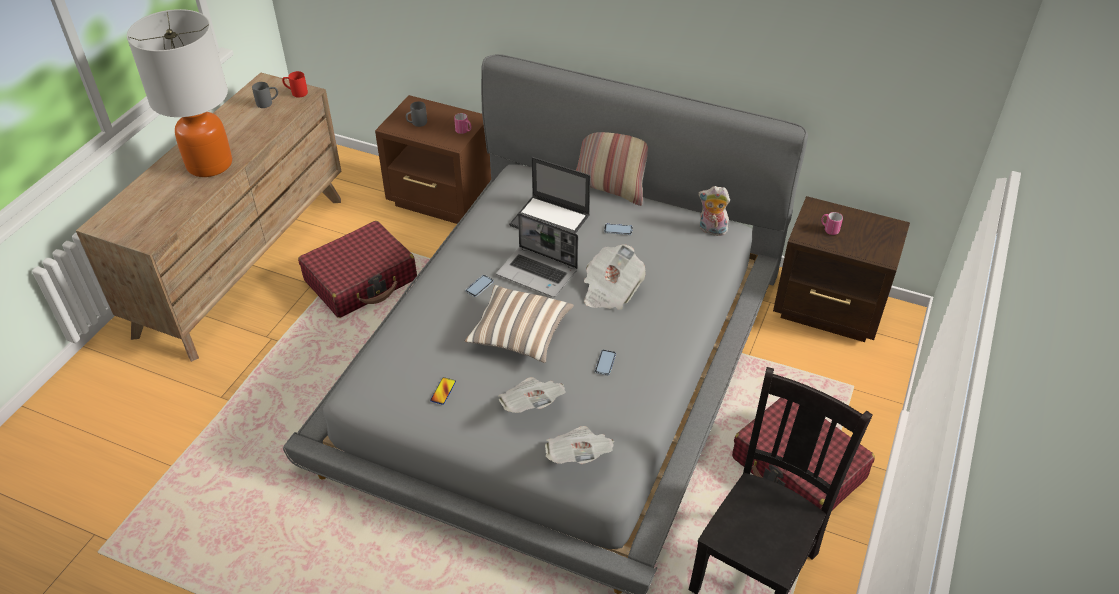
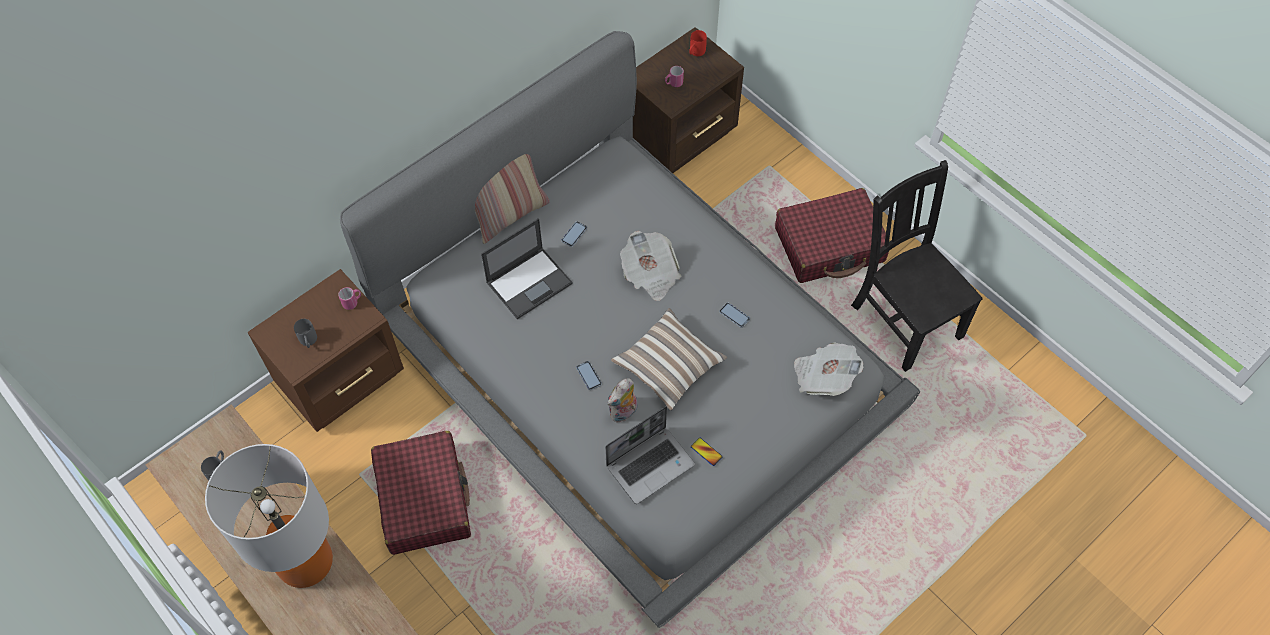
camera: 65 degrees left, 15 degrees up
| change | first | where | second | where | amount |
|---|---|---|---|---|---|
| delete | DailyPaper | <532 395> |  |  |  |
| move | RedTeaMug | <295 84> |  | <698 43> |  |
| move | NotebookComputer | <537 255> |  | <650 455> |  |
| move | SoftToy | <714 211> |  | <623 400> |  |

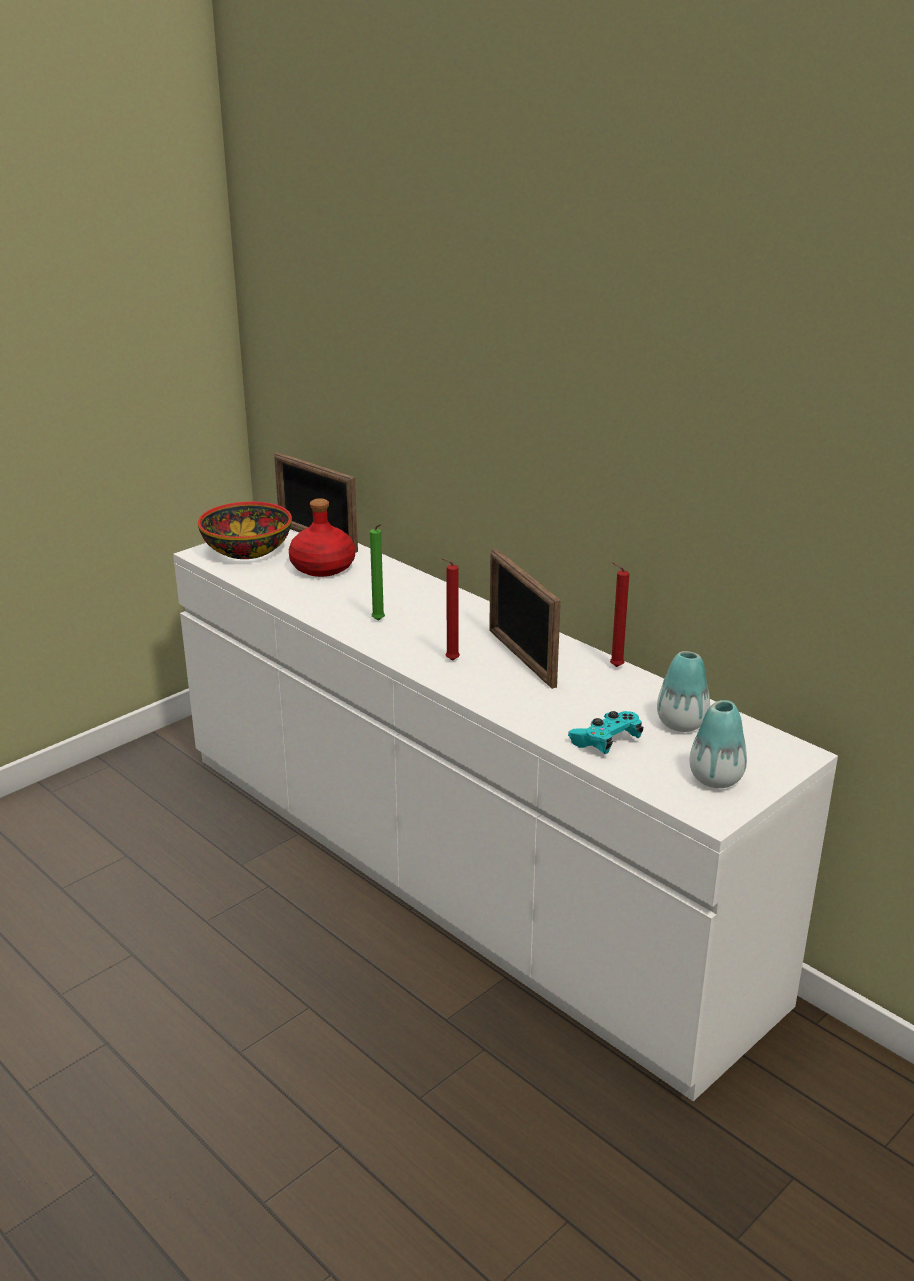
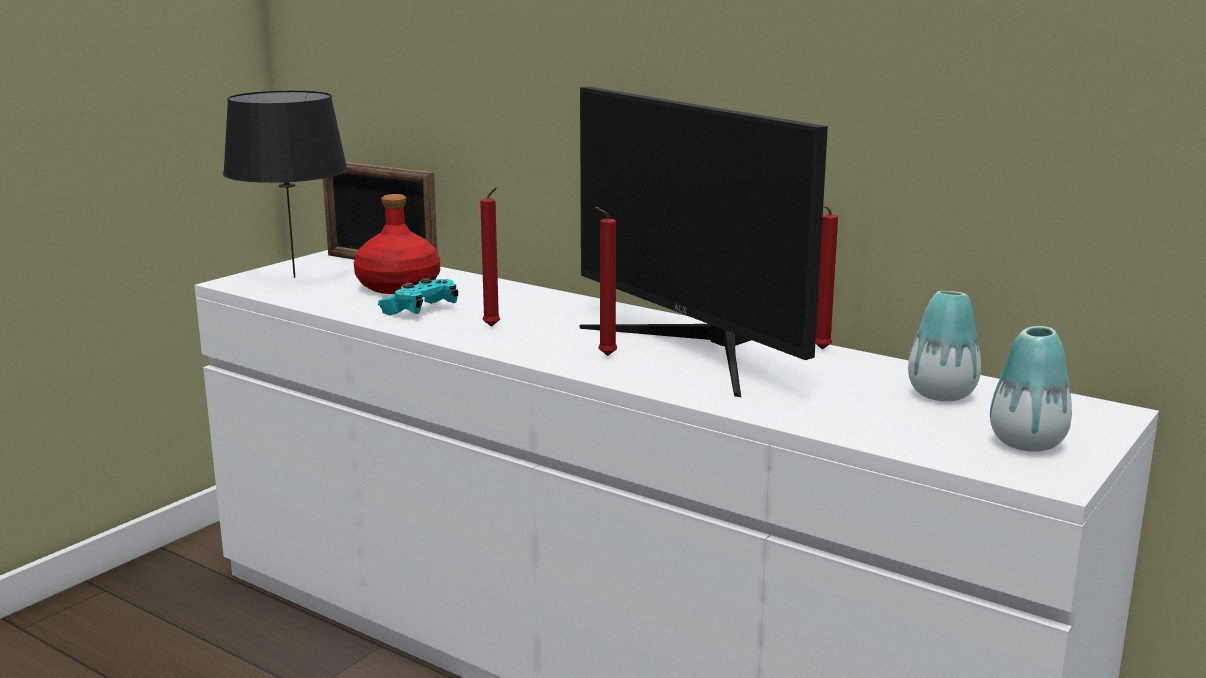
camera: 10 degrees left, 10 degrees down
| change | first | where | second | where | amount |
|---|---|---|---|---|---|
| move | BlueGreenGamepad | <605 732> |  | <418 297> |  |
| replace | ServingBowl | <245 530> | BlackishLampForATable | <285 184> |  |
| replace | PhotoFrame | <525 618> | ComputerScreen | <703 242> |  |
| recolor | GreenColouredWaxCandle | <377 572> | RedWaxCandle | <490 257> |  |

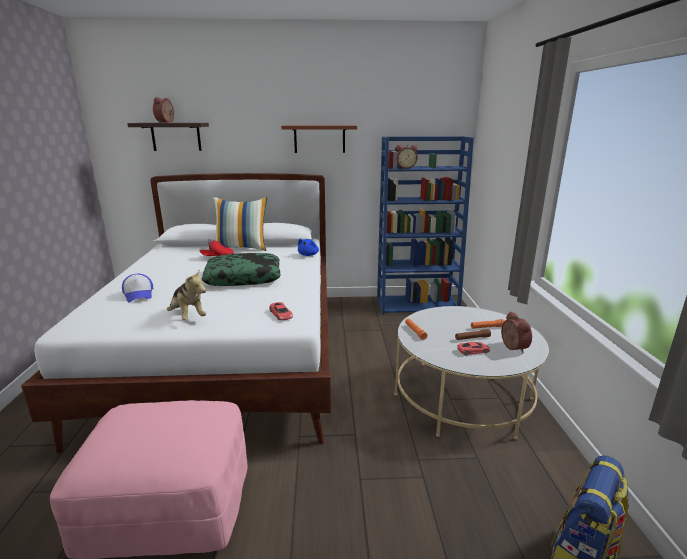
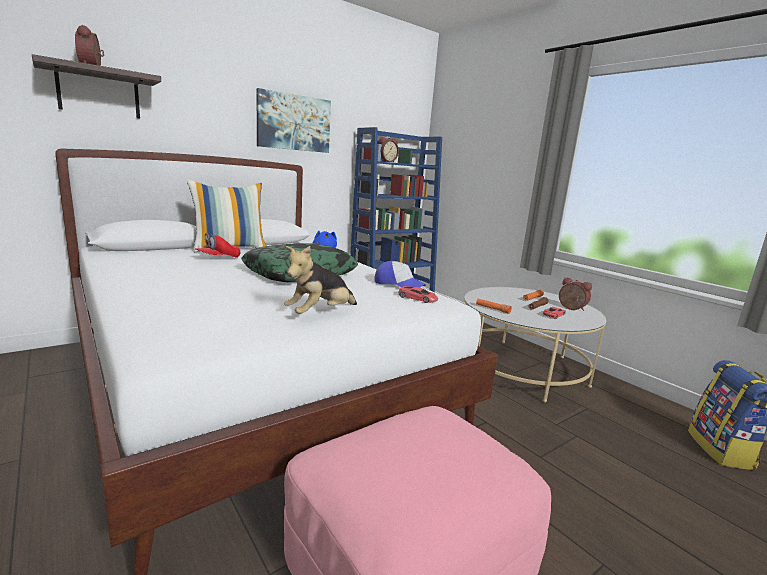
camera: 35 degrees left, 5 degrees down
| change | first | where | second | where | amount |
|---|---|---|---|---|---|
| move | Cap | <137 288> |  | <400 274> |  |
| replace | BrownShelf | <319 139> | WallArt | <294 120> |  |
| rotate | SoftToy | <186 294> |  | <320 280> | 120 degrees clockwise |

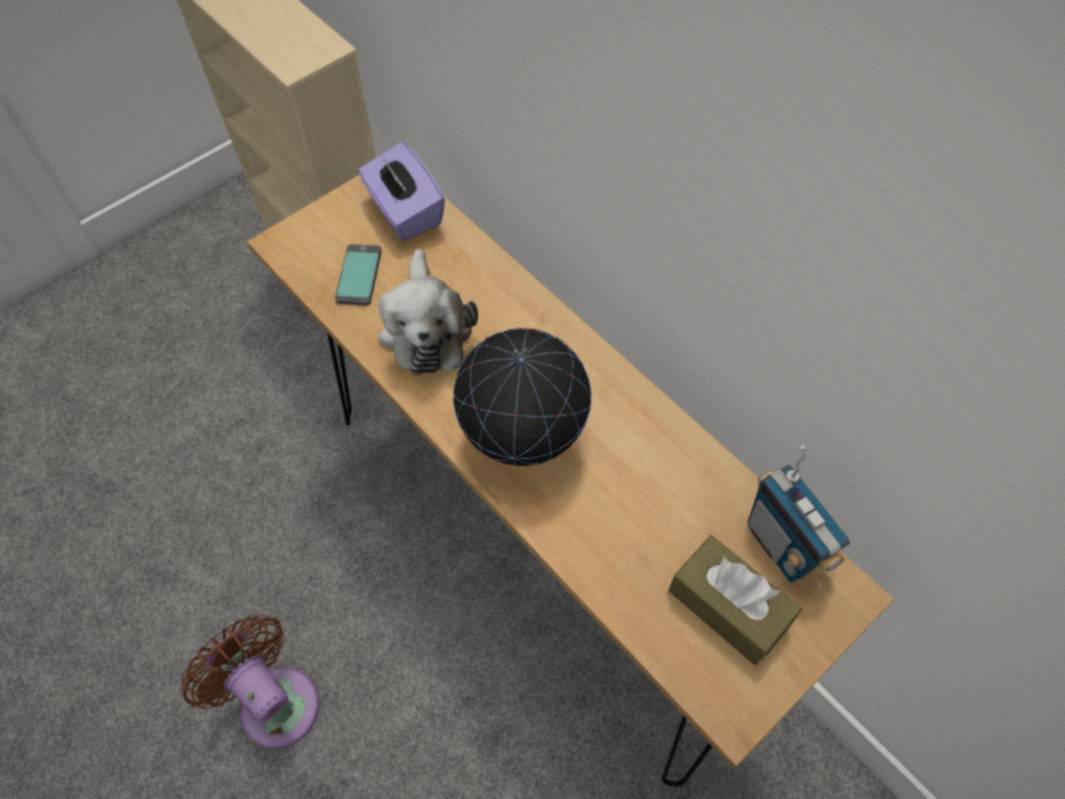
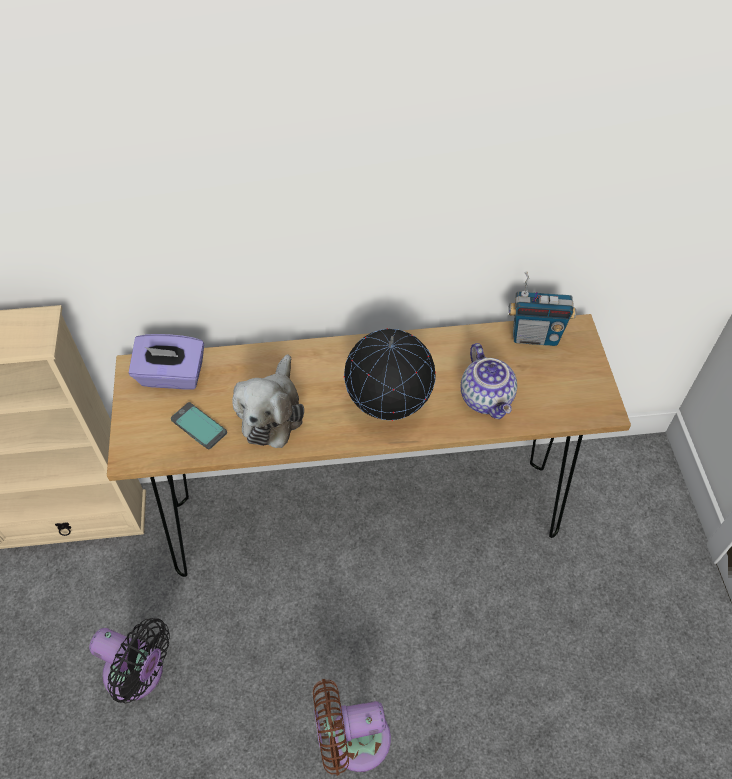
camera: 55 degrees left, 5 degrees down
| change | first | where | second | where | amount |
|---|---|---|---|---|---|
| delete | BrownTissueBox | <735 600> |  |  |  |
| insert |  |  | BlackishElectricFan | <129 660> |  |
| insert |  |  | TeaPot | <489 381> |  |
| rotate | SoftToy | <428 312> |  | <268 401> | 75 degrees clockwise |

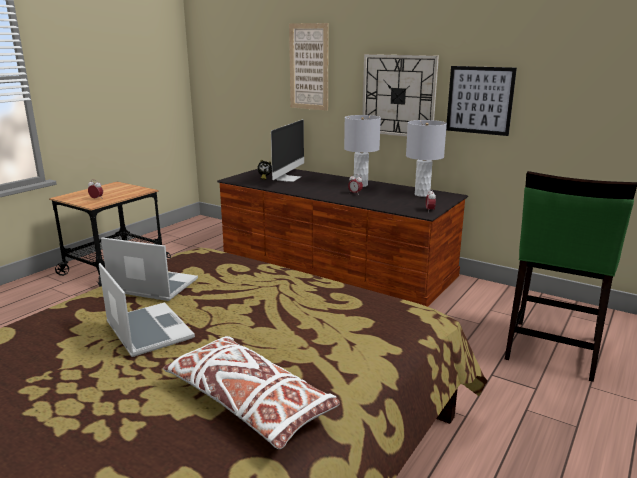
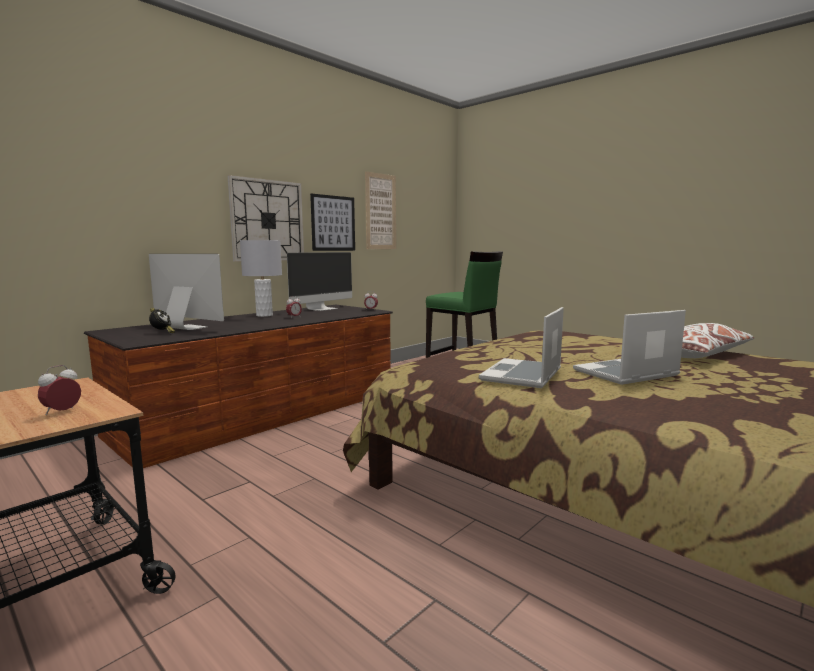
camera: 80 degrees left, 10 degrees down
| change | first | where | second | where | amount |
|---|---|---|---|---|---|
| move | WallArt | <309 67> |  | <380 210> |  |
| replace | GreyLampForATable | <426 158> | ComputerScreen | <319 281> |  |

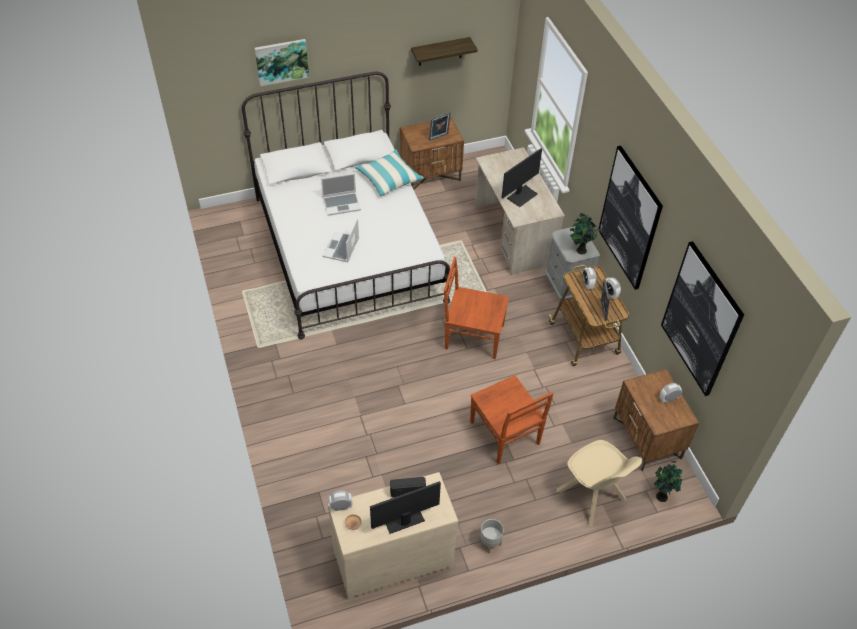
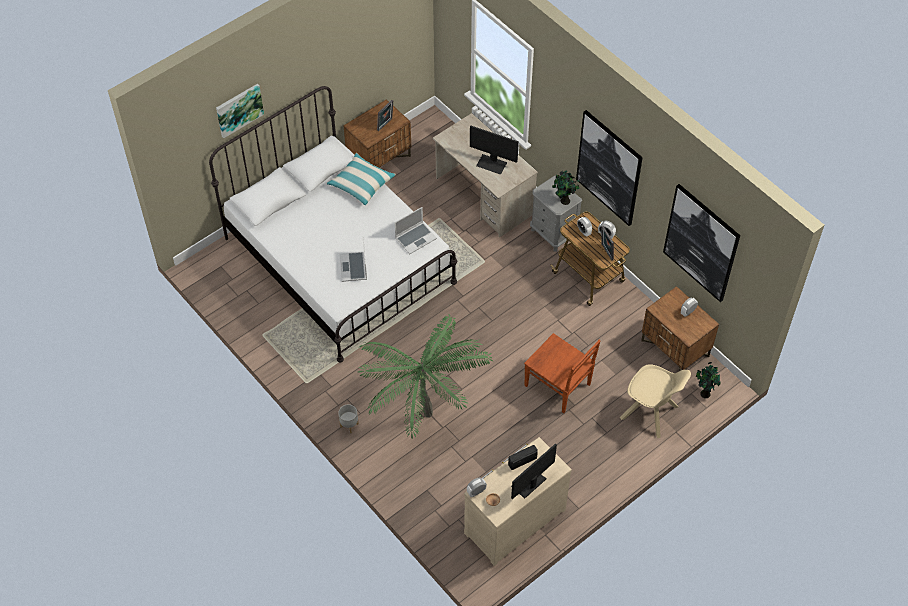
camera: 20 degrees left, 5 degrees up
| change | first | where | second | where | amount |
|---|---|---|---|---|---|
| delete | Shelf | <444 51> |  |  |  |
| delete | BrownPlainChair | <476 308> |  |  |  |
| insert |  |  | PlantInAPot | <425 376> |  |
| move | NotebookComputer | <341 194> |  | <416 230> |  |
| move | GreyPlantPot | <491 536> |  | <348 419> |  |
| rotate | ComputerScreen | <521 177> |  | <494 150> | 90 degrees clockwise |

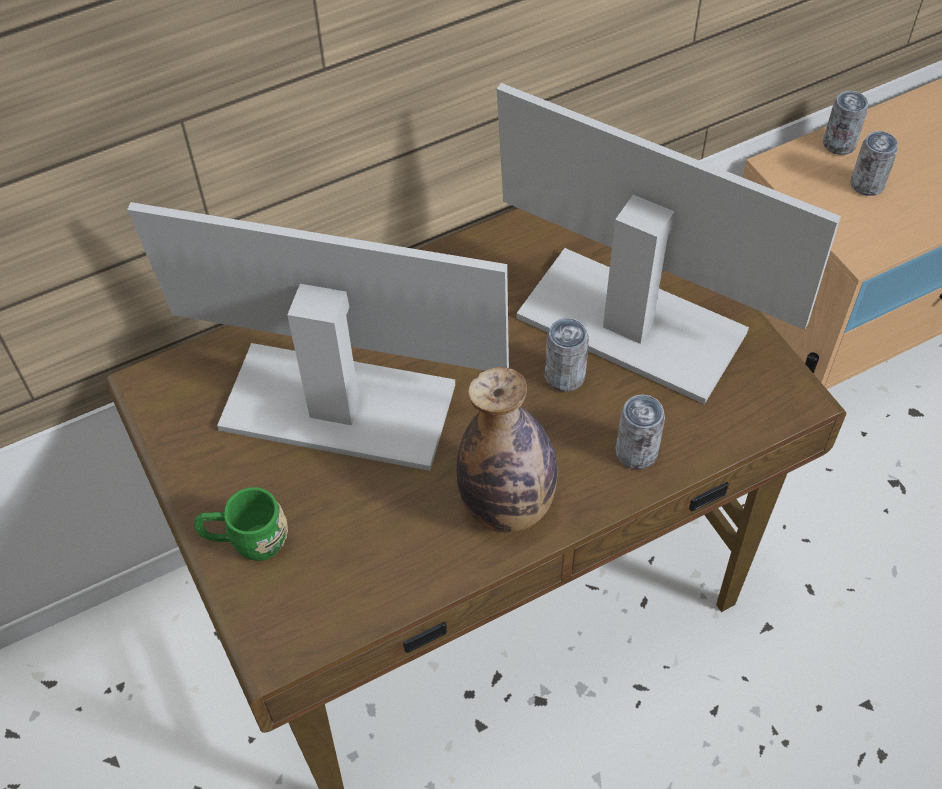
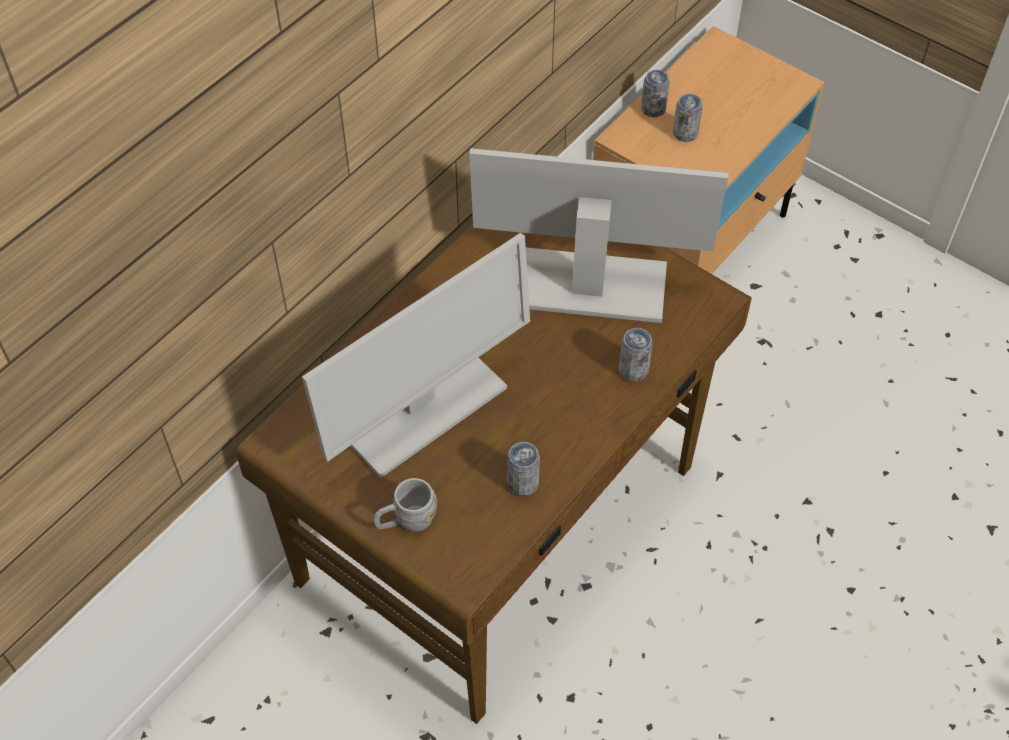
camera: 25 degrees left, 0 degrees up
| change | first | where | second | where | amount |
|---|---|---|---|---|---|
| delete | DrinkBottle | <507 450> |  |  |  |
| move | SealedCan | <566 355> |  | <523 469> |  |
| recolor | GreenColouredTeaMug | <241 524> | GreyTeaMug | <405 505> |  |
| rotate | ComputerScreen | <318 336> |  | <416 355> | 150 degrees clockwise |

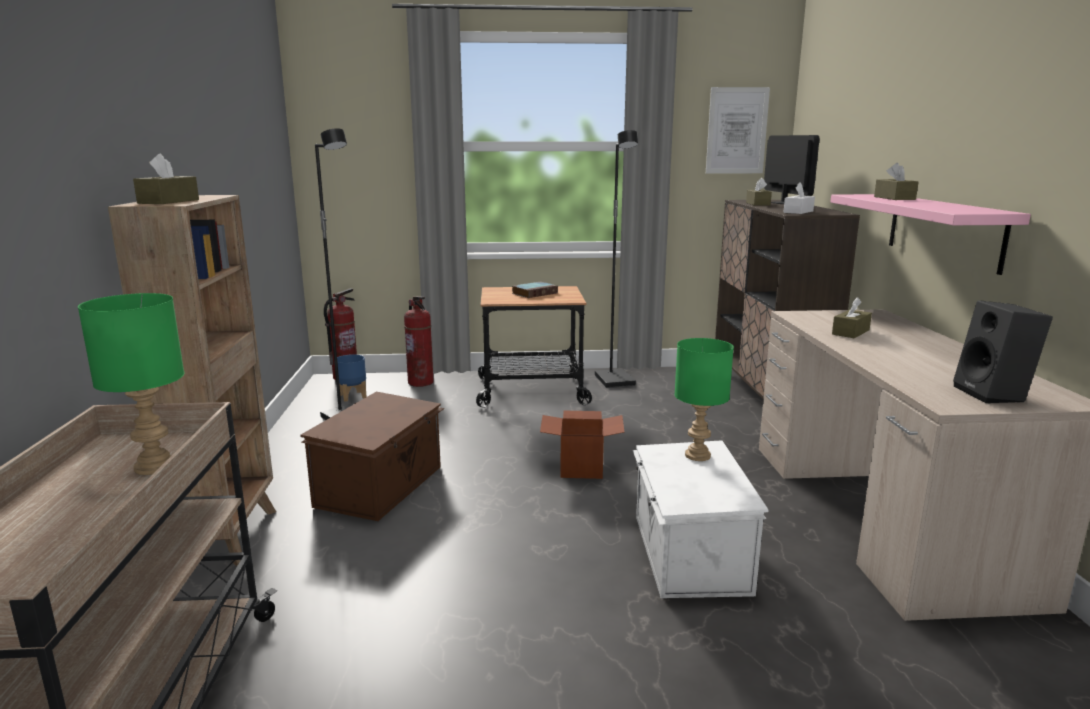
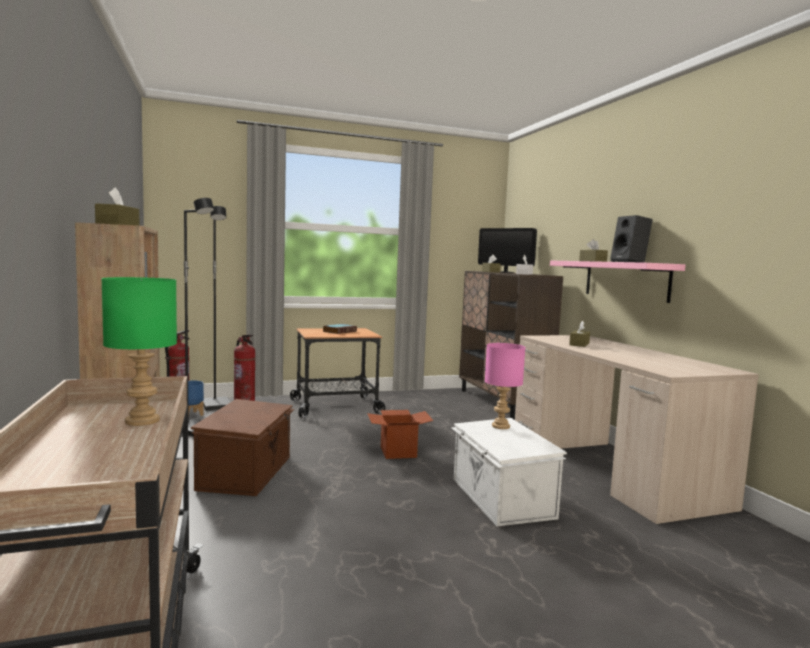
camera: 15 degrees left, 10 degrees down
| change | first | where | second | where | amount |
|---|---|---|---|---|---|
| delete | WallArt | <738 130> |  |  |  |
| move | BlackishFloorLamp | <616 259> |  | <216 308> |  |
| move | BlackishAudioSpeaker | <1003 351> |  | <631 239> |  |
| recolor | GreenColouredLampForATable | <704 399> | PinkColouredLampForATable | <505 386> |  |
| rotate | ComputerScreen | <791 169> |  | <507 250> | 150 degrees clockwise |

